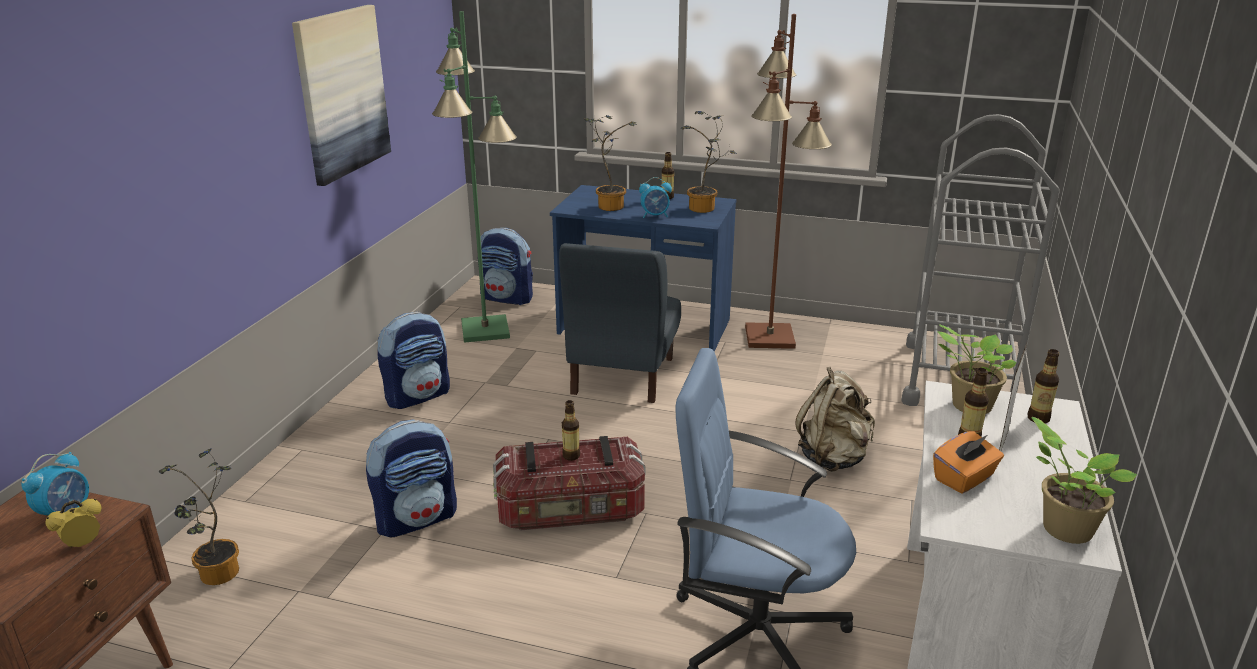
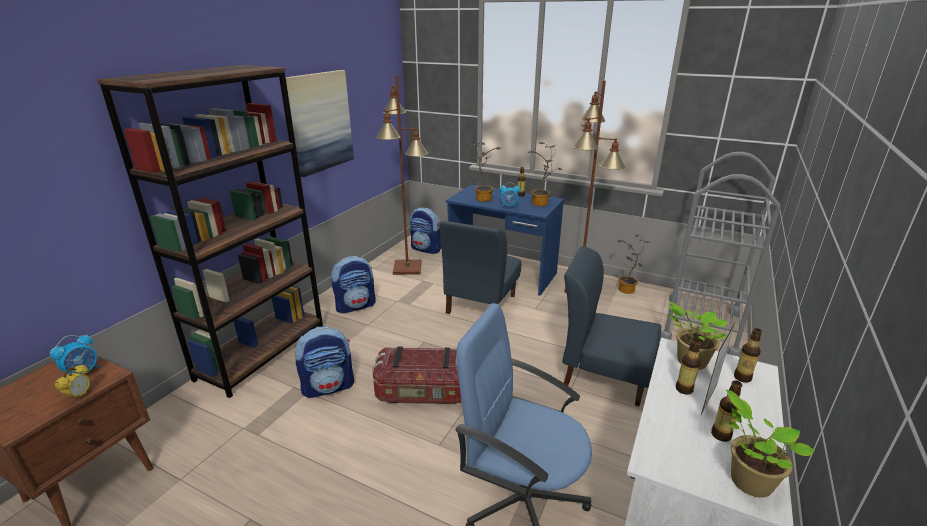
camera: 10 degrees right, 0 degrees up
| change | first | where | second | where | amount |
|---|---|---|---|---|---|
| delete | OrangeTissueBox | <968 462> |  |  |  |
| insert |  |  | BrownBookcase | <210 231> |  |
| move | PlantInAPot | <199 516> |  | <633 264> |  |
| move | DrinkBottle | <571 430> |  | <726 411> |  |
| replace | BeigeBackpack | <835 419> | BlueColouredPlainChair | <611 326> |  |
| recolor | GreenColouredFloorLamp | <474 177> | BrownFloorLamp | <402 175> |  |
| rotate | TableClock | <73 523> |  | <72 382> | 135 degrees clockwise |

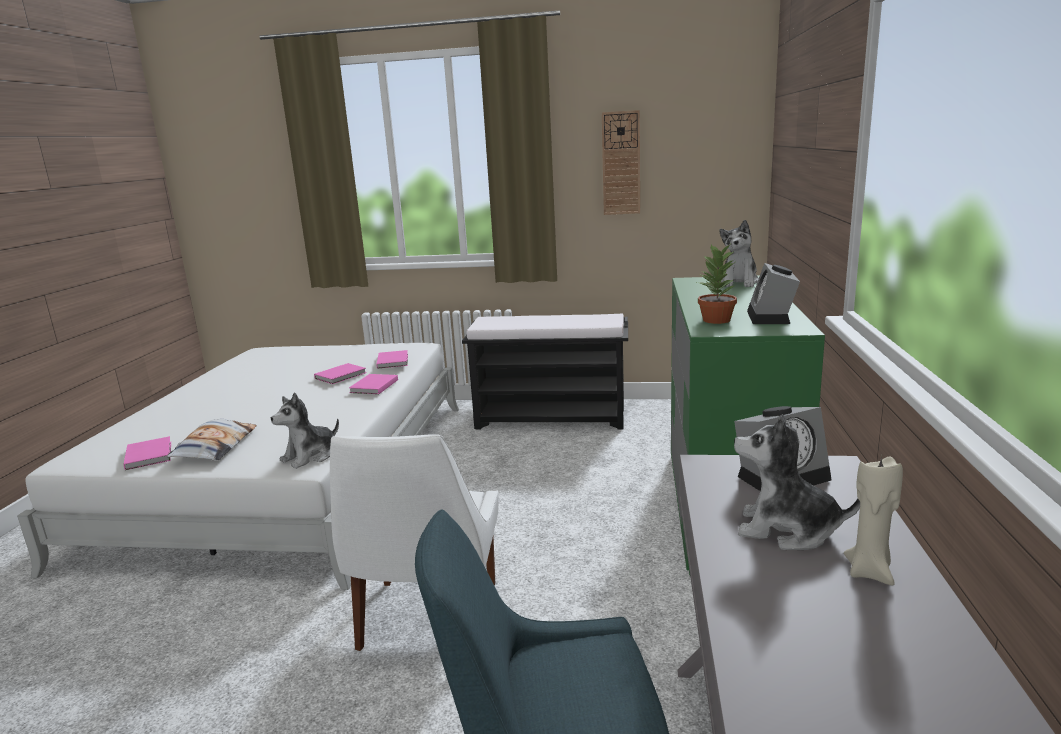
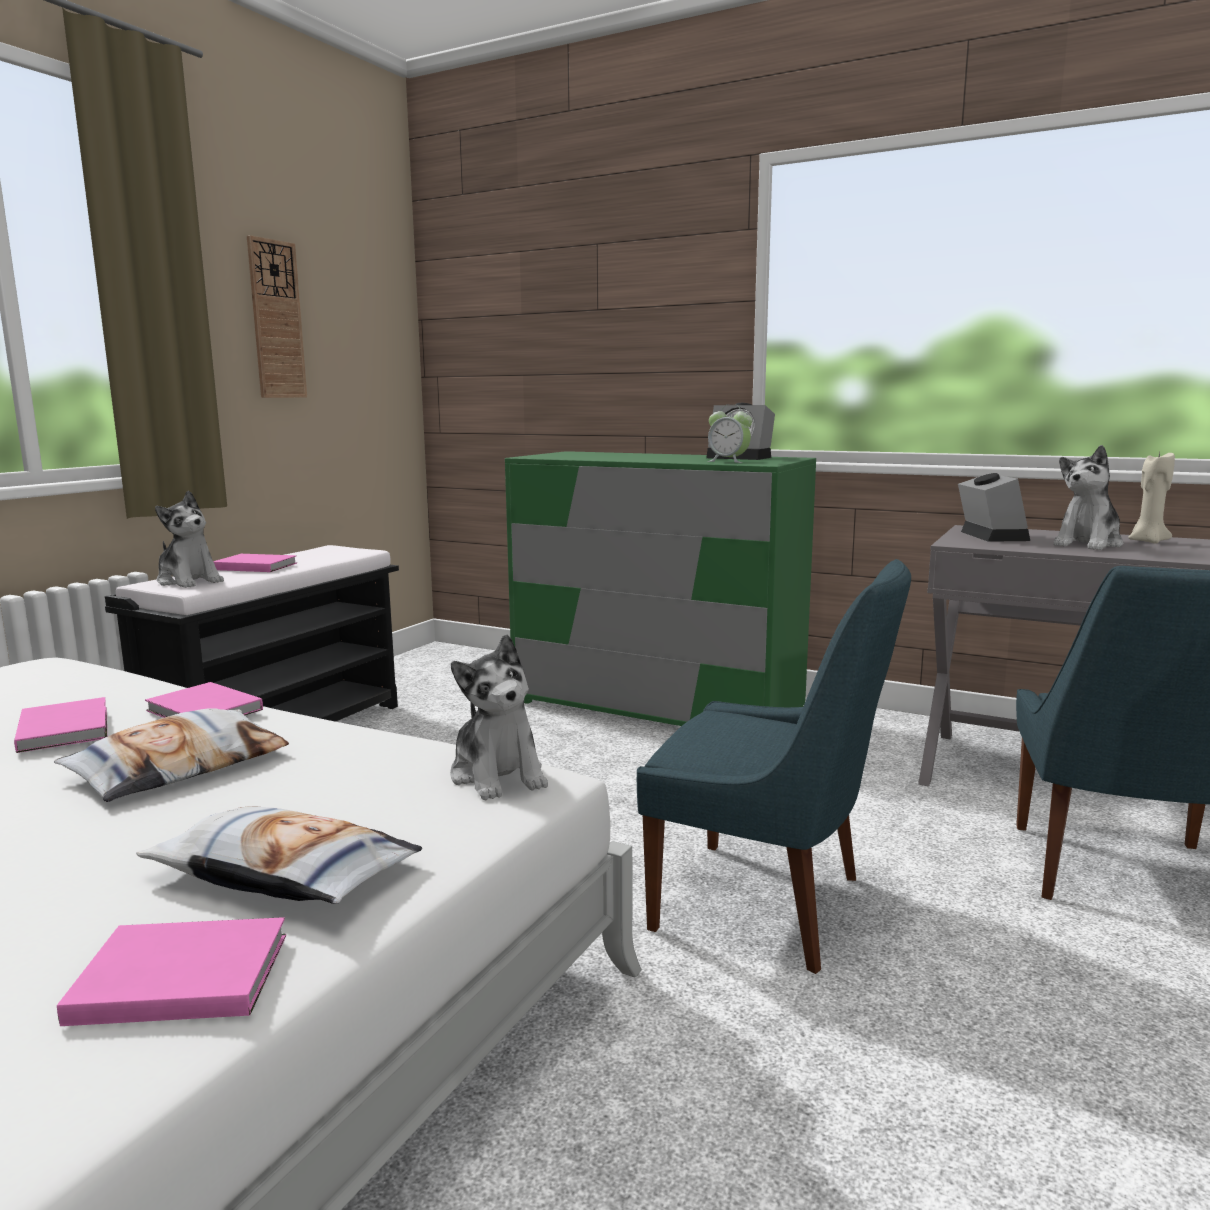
camera: 70 degrees left, 5 degrees down
| change | first | where | second | where | amount |
|---|---|---|---|---|---|
| insert |  |  | Pillow | <171 755> |  |
| move | PinkColouredBook | <392 359> |  | <255 563> |  |
| move | SoftToy | <739 253> |  | <189 539> |  |
| replace | PlantInAPot | <717 284> | TableClock | <729 433> |  |
| recolor | WhiteColouredPlainChair | <414 542> | BlueColouredPlainChair | <774 766> |  |

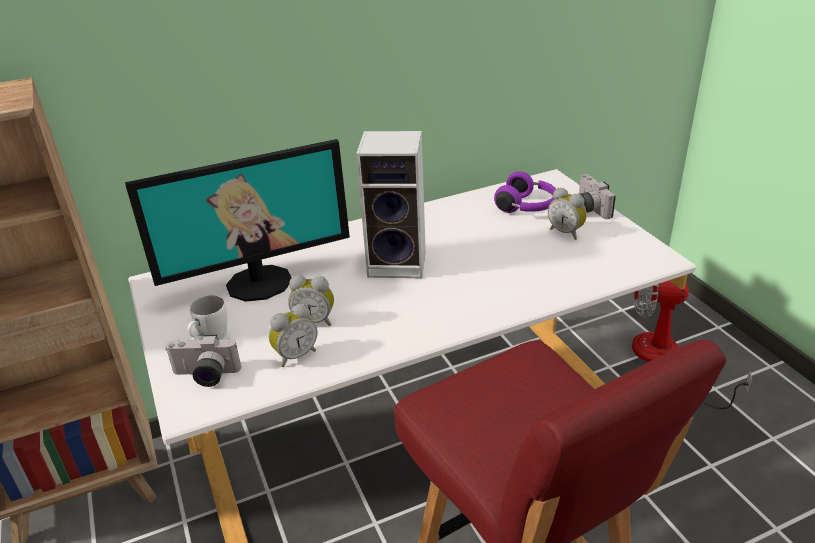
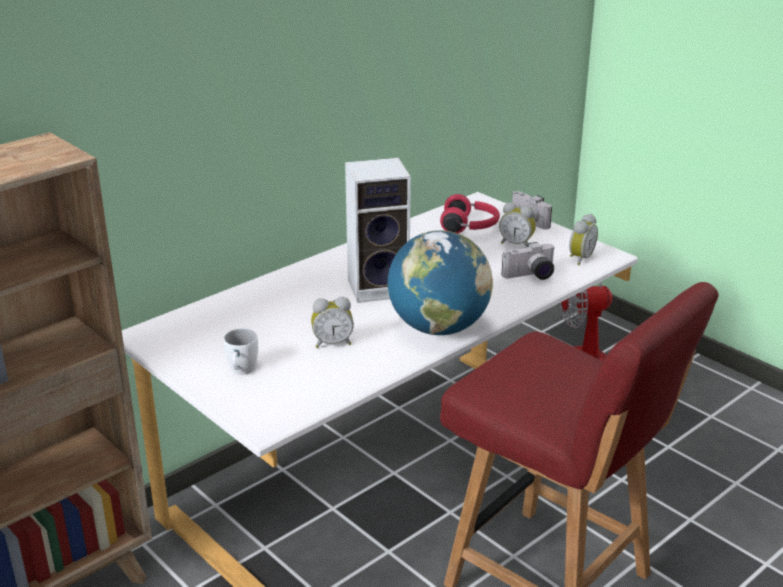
camera: 20 degrees left, 5 degrees down
| change | first | where | second | where | amount |
|---|---|---|---|---|---|
| delete | ComputerScreen | <237 220> |  |  |  |
| insert |  |  | DeskGlobe | <440 282> |  |
| move | StillCamera | <203 361> |  | <527 261> |  |
| move | TableClock | <293 335> |  | <583 240> |  |
| recolor | PurplePairOfHeadphones | <525 192> | RedPairOfHeadphones | <470 213> |  |

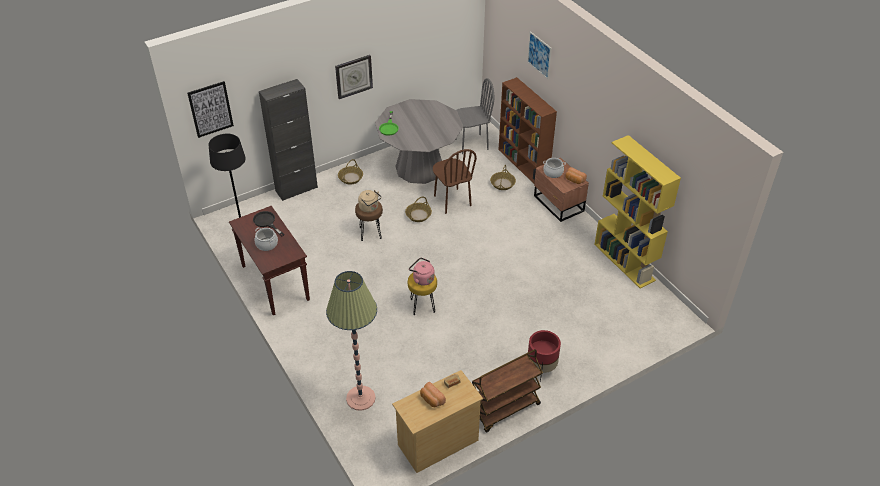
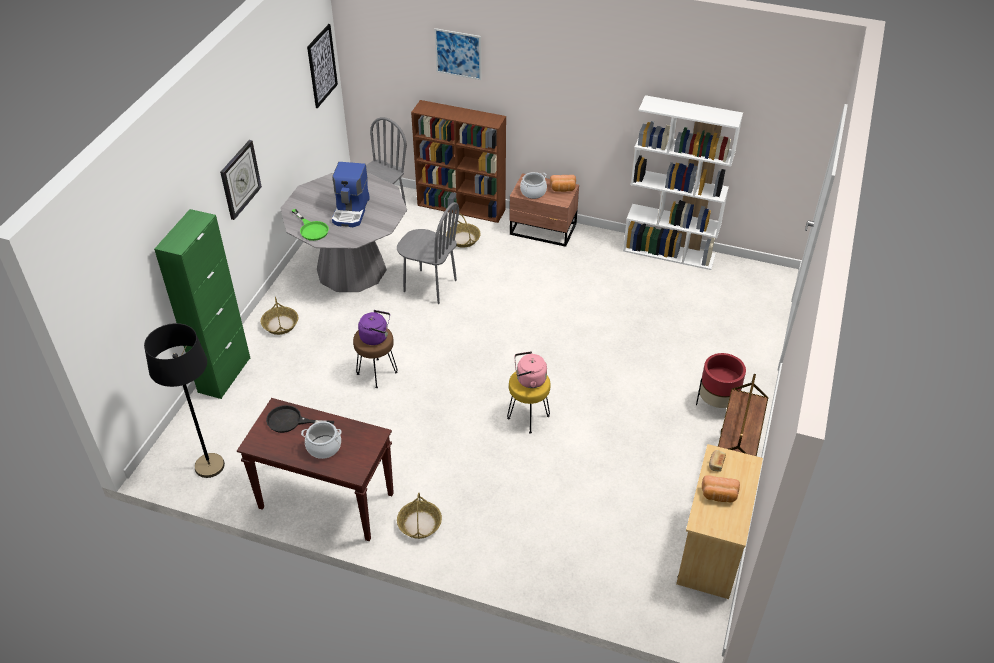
camera: 40 degrees left, 0 degrees up
| change | first | where | second | where | amount |
|---|---|---|---|---|---|
| delete | FloorLamp | <351 341> |  |  |  |
| insert |  |  | CoffeeMaker | <351 194> |  |
| move | WallArt | <210 109> |  | <322 66> |  |
| move | HouseholdBasket | <418 209> |  | <419 515> |  |
| recolor | BlackishCabinet | <288 140> | GreenColouredCabinet | <202 304> |  |
| recolor | BeigeWaterKettle | <369 201> | PurpleWaterKettle | <374 327> |  |
| recolor | BrownPlainChair | <455 181> | GreyPlainChair | <428 253> |  |
| recolor | YellowBookcase | <637 211> | WhiteColouredBookcase | <683 182> |  |

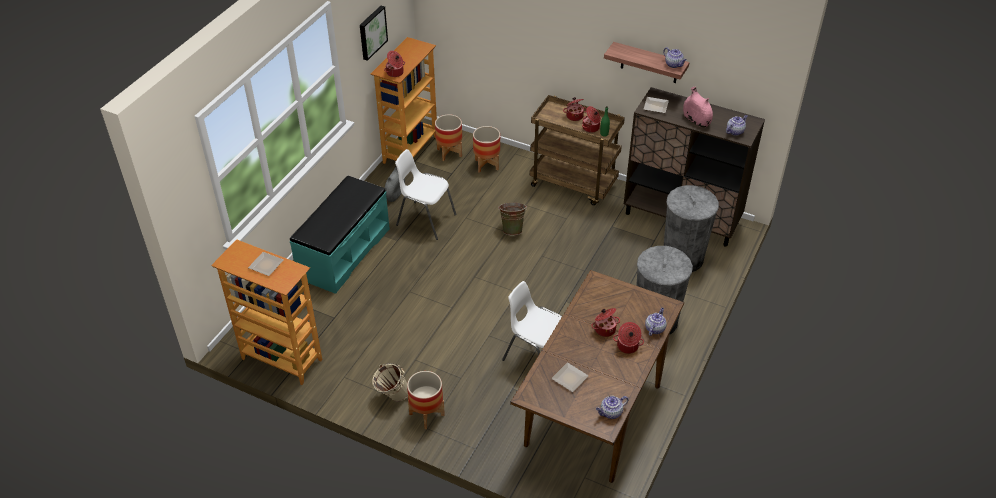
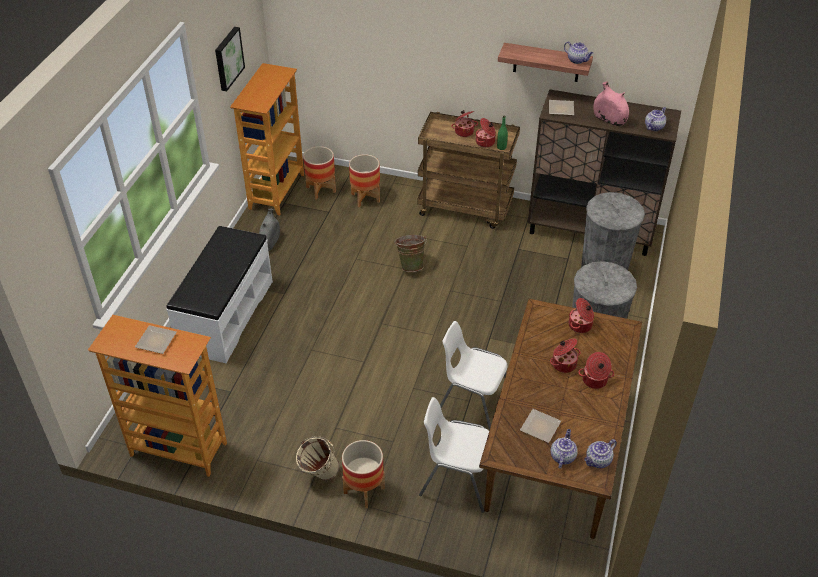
camera: 10 degrees left, 0 degrees up
| change | first | where | second | where | amount |
|---|---|---|---|---|---|
| move | Stockpot | <394 64> |  | <581 315> |  |
| move | WhiteColouredPlainChair | <426 194> |  | <454 455> |  |
| move | TeaPot | <656 321> |  | <564 449> |  |
| recolor | BlueGreenLongSeat | <340 235> | WhiteColouredLongSeat | <219 294> |  |

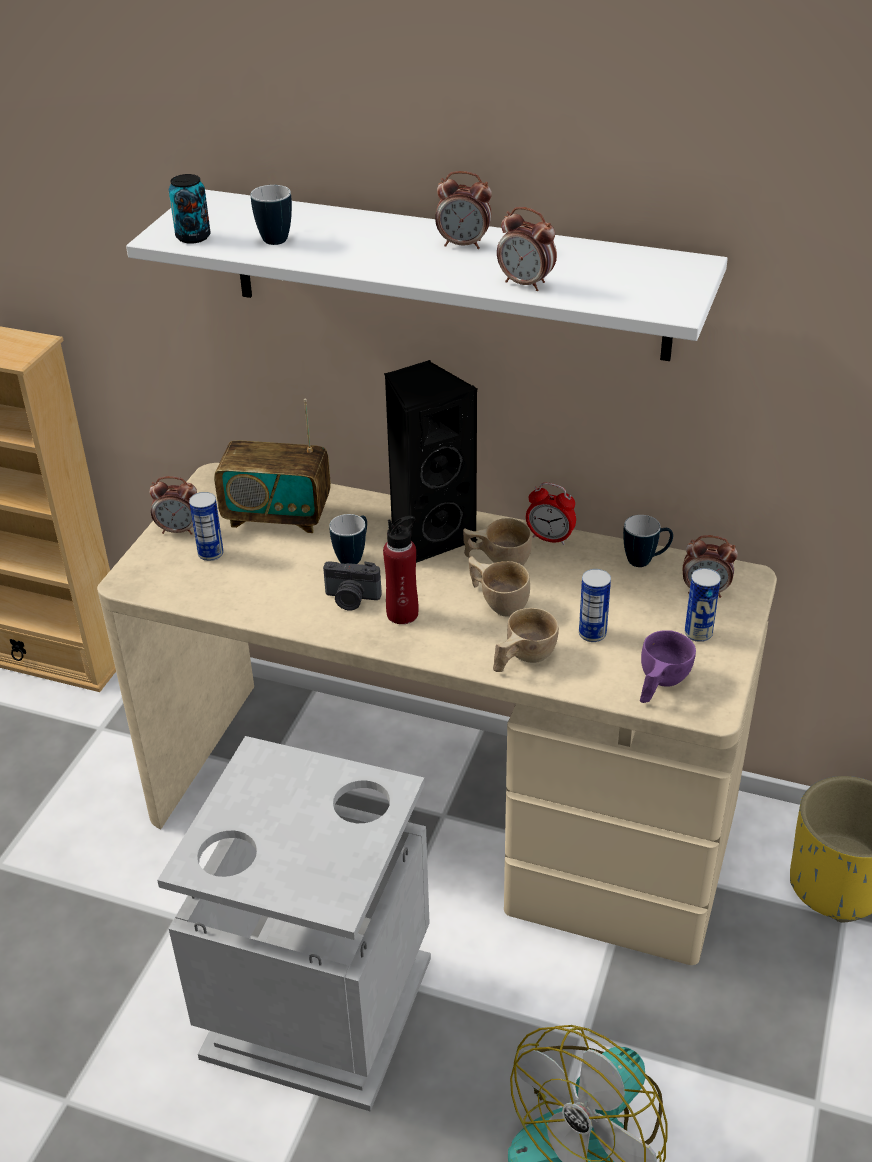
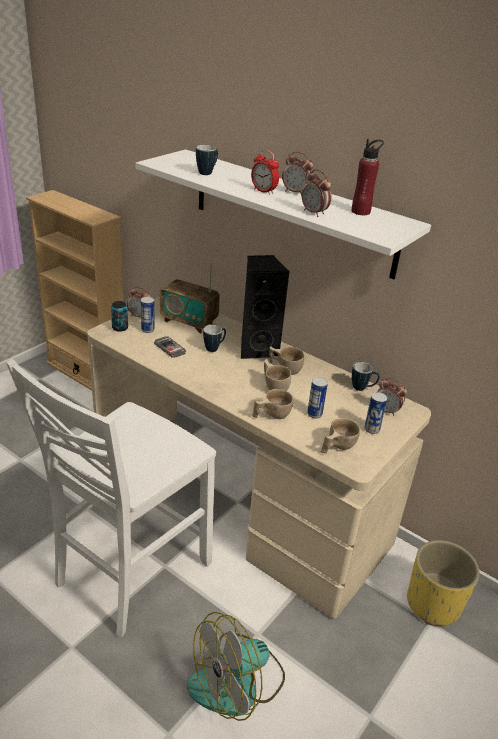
camera: 15 degrees right, 5 degrees down
| change | first | where | second | where | amount |
|---|---|---|---|---|---|
| delete | StillCamera | <352 586> |  |  |  |
| insert |  |  | Telephone | <170 347> |  |
| move | SealedCan | <189 209> |  | <119 316> |  |
| move | RedDrinkBottle | <401 570> |  | <368 177> |  |
| move | TableClock | <551 514> |  | <265 172> |  |
| replace | GreyTrashCan | <294 924> | WhiteColouredPlainChair | <111 498> |  |
| recolor | PurpleSmallCup | <668 666> | BeigeSmallCup | <340 435> |  |

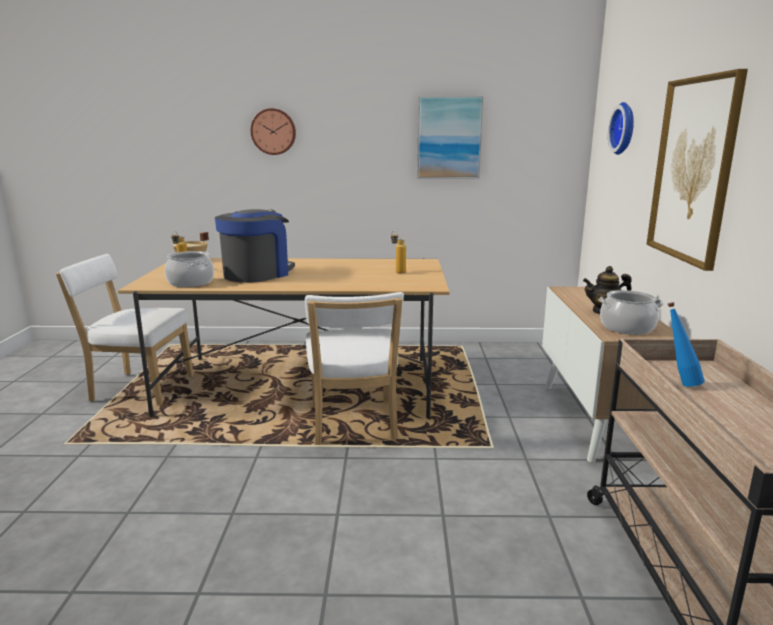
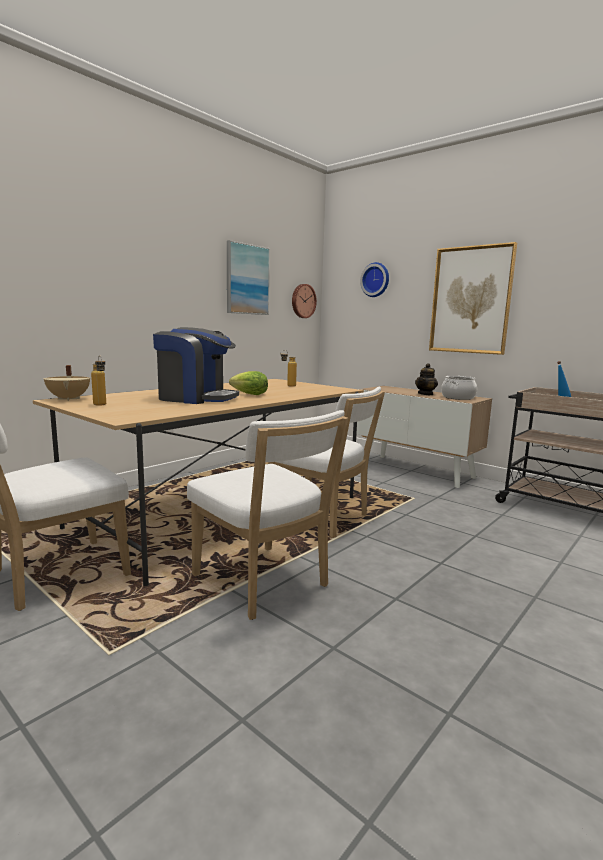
camera: 50 degrees left, 5 degrees down
| change | first | where | second | where | amount |
|---|---|---|---|---|---|
| delete | Stockpot | <189 269> |  |  |  |
| insert |  |  | WhiteColouredPlainChair | <267 515> |  |
| insert |  |  | LettuceHead | <248 383> |  |
| move | WallClock | <273 131> |  | <304 301> |  |
| rotate | CoffeeMaker | <255 246> |  | <196 365> | 120 degrees clockwise |

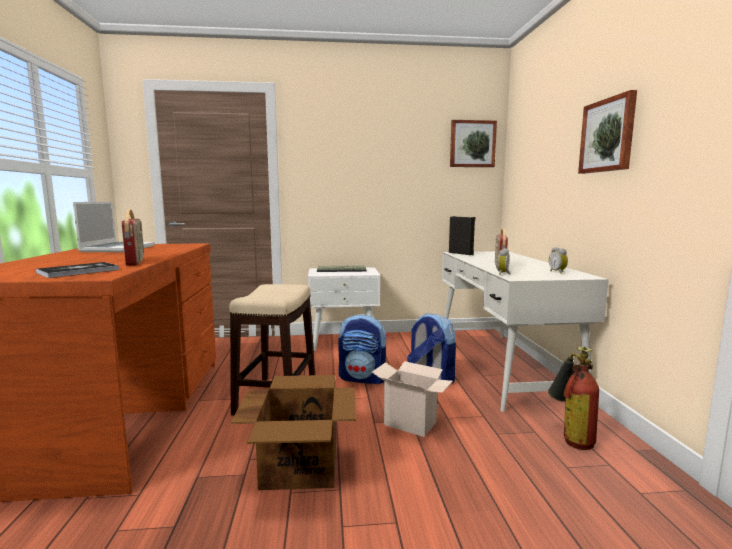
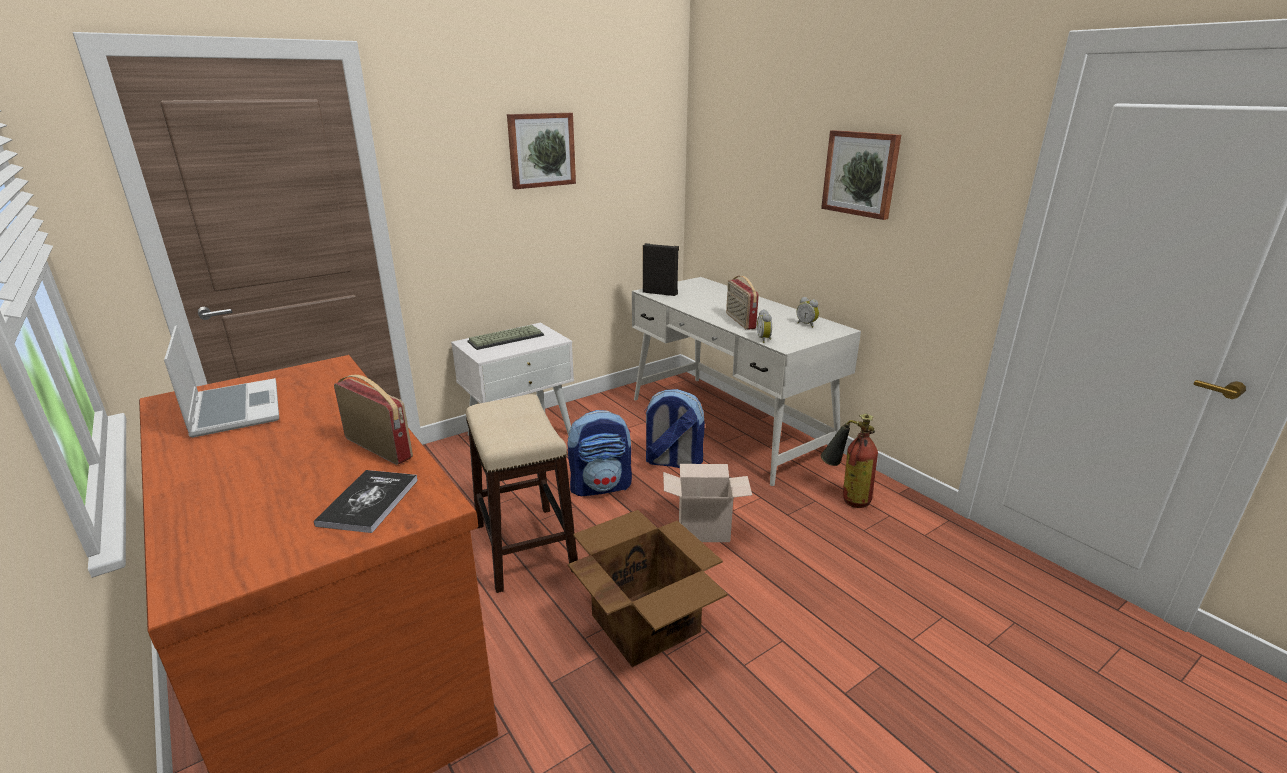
camera: 30 degrees left, 15 degrees up
| change | first | where | second | where | amount |
|---|---|---|---|---|---|
| move | WallArt | <473 143> |  | <541 151> |  |

